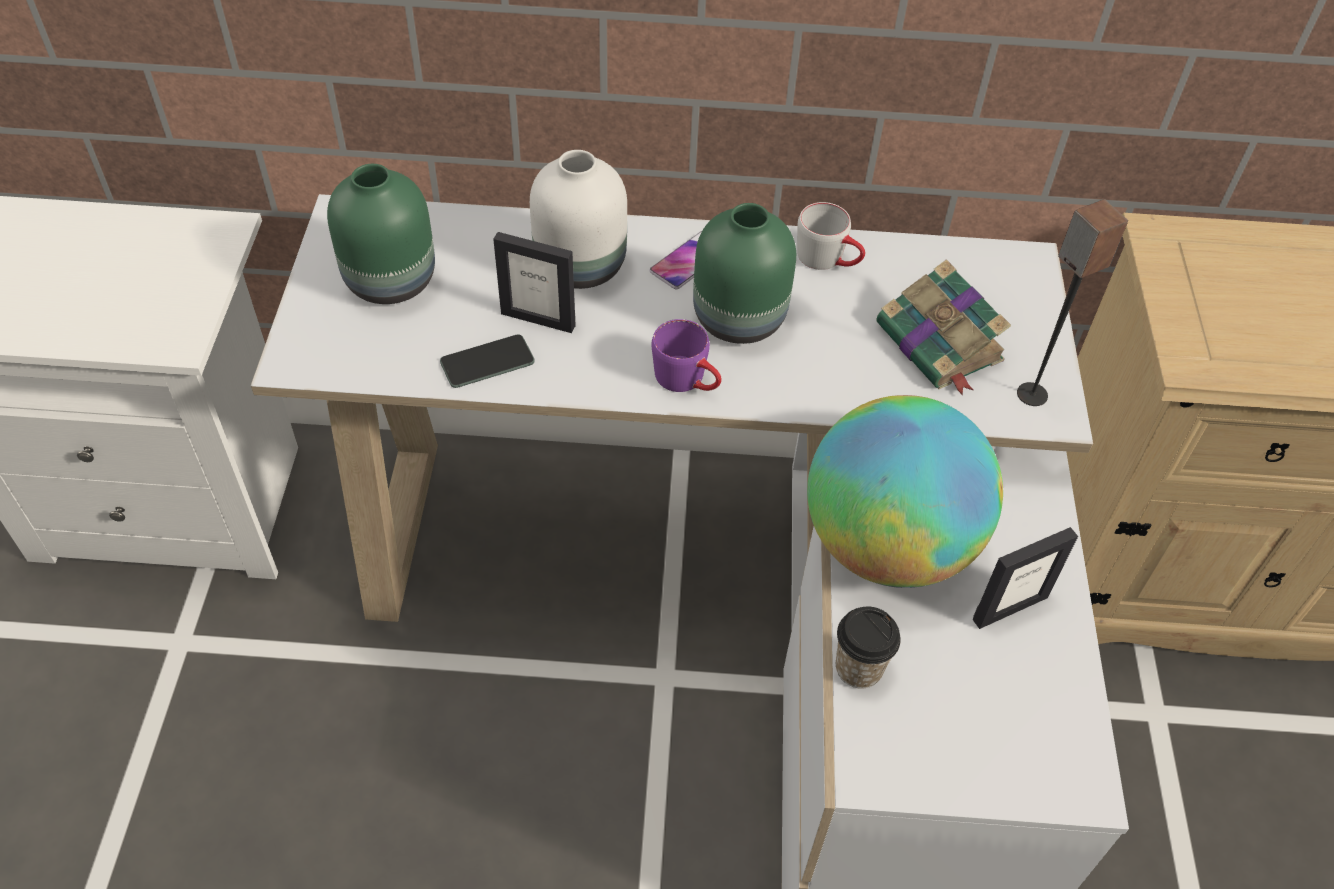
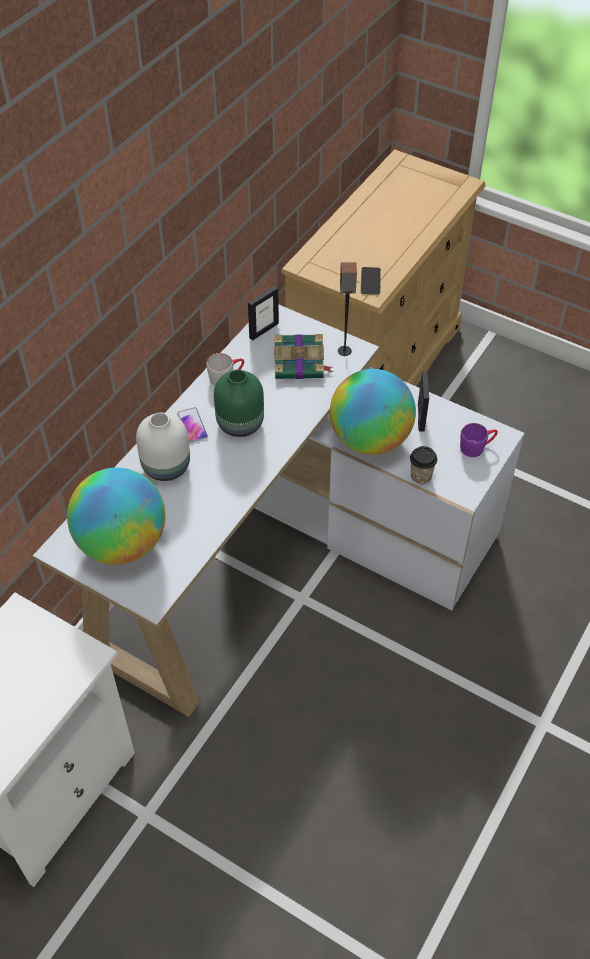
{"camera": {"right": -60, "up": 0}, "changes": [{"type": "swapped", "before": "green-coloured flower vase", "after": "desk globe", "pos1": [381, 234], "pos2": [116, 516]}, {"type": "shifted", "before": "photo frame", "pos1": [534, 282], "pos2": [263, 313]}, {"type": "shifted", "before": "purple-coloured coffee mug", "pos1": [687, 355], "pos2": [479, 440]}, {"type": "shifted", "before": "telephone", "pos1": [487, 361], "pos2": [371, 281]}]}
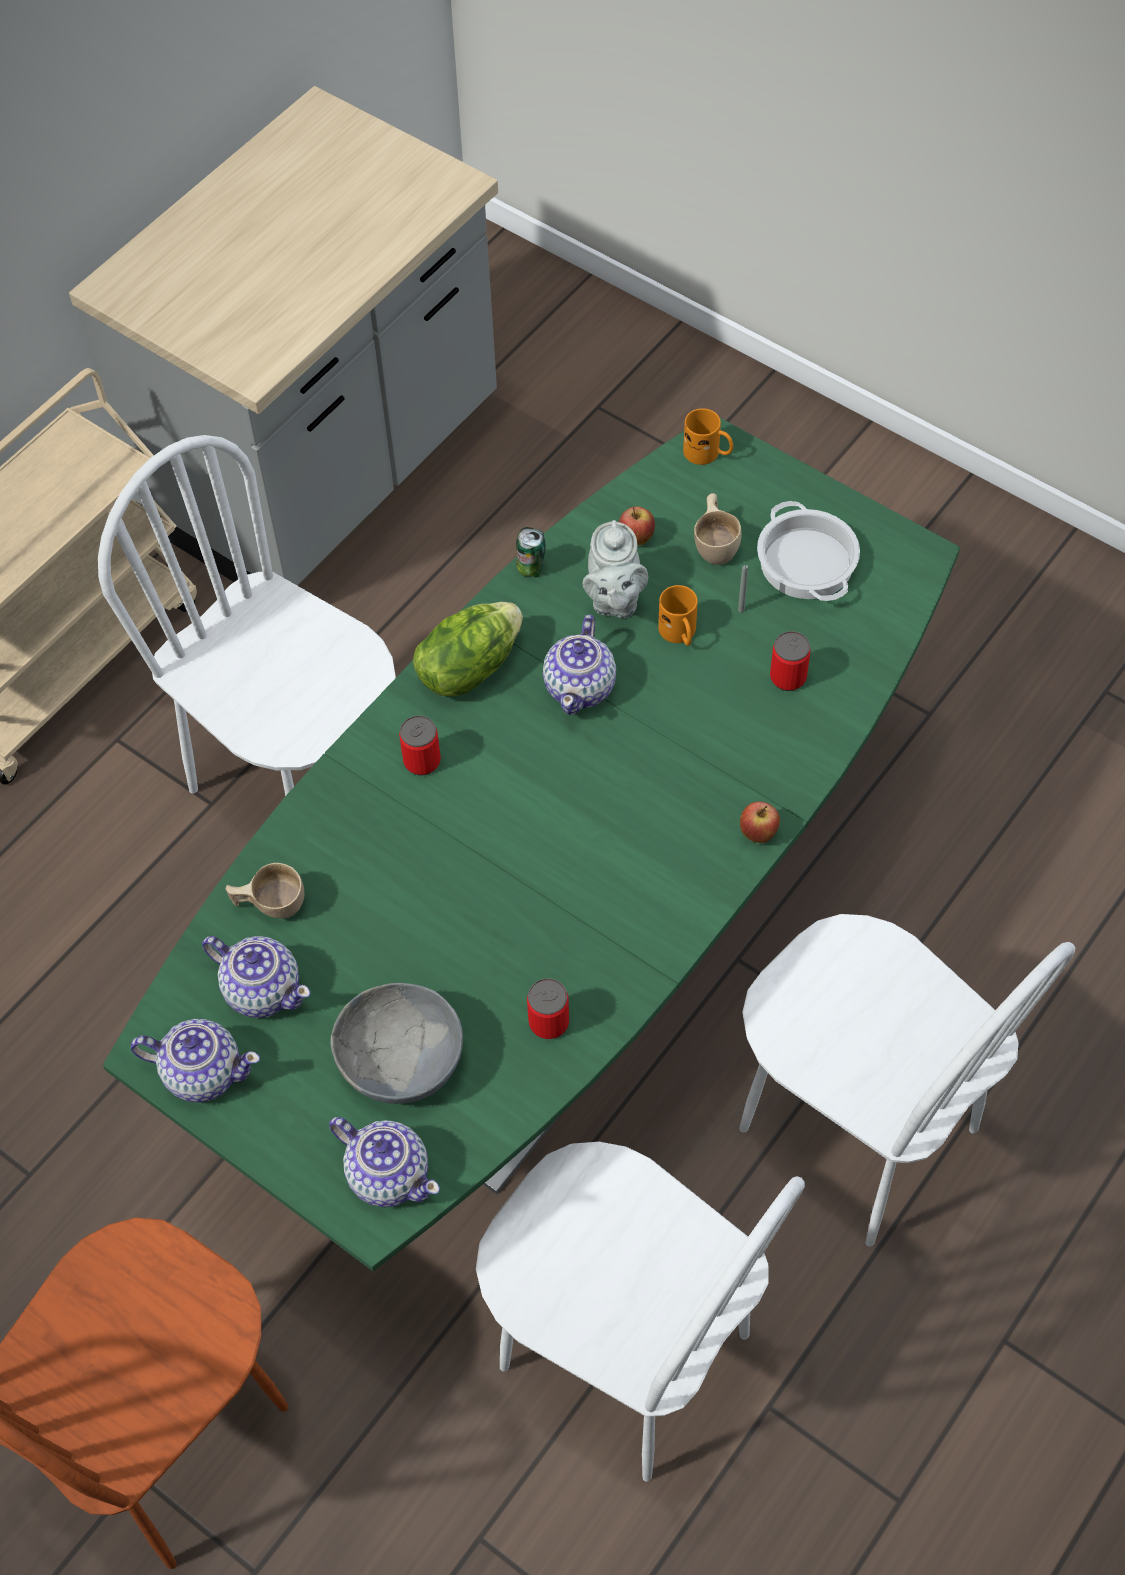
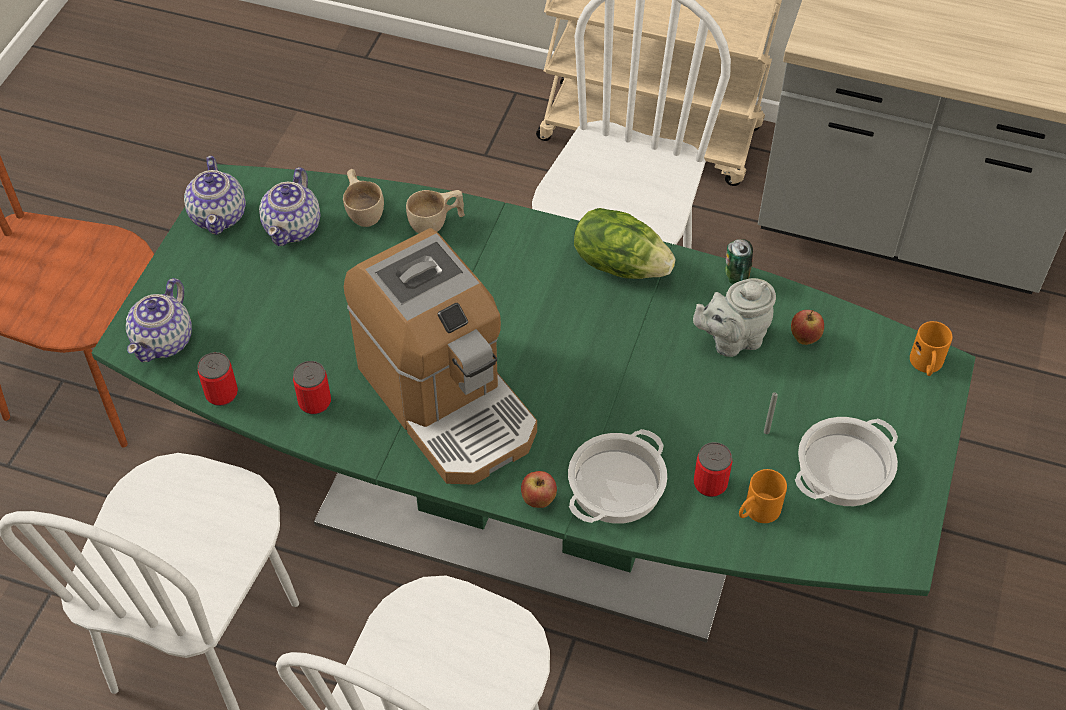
{"camera": {"right": 70, "up": -5}, "changes": [{"type": "shifted", "before": "beige-coloured small cup", "pos1": [718, 529], "pos2": [435, 212]}, {"type": "shifted", "before": "orange coffee mug", "pos1": [678, 615], "pos2": [763, 496]}, {"type": "gone", "before": "pot for tea", "pos1": [579, 664]}, {"type": "shifted", "before": "sealed can", "pos1": [420, 745], "pos2": [218, 379]}, {"type": "gone", "before": "grey serving bowl", "pos1": [396, 1043]}, {"type": "new", "after": "coffee brewer", "pos2": [440, 356]}, {"type": "new", "after": "stockpot", "pos2": [617, 476]}]}
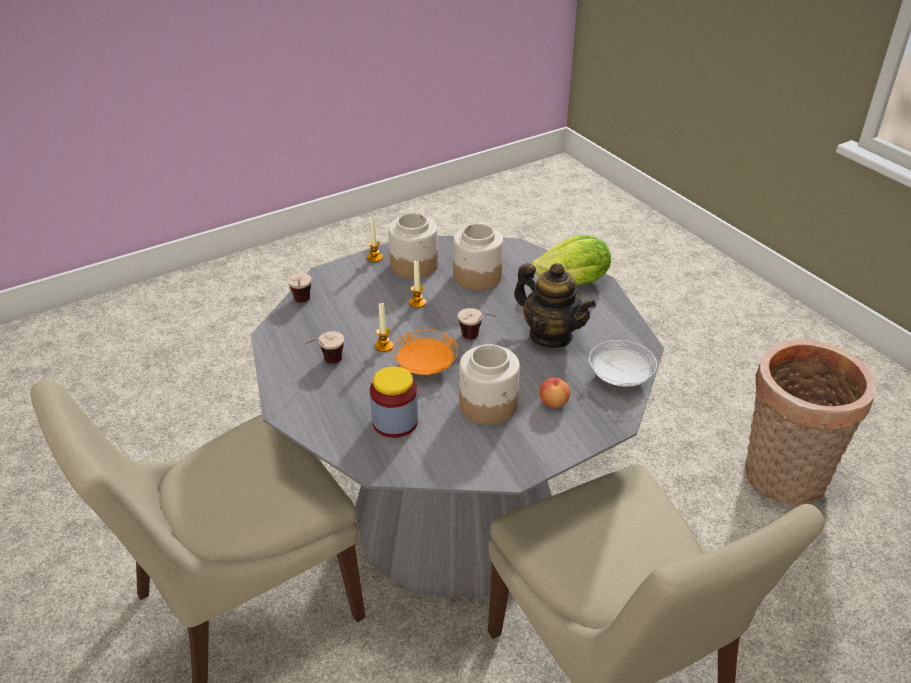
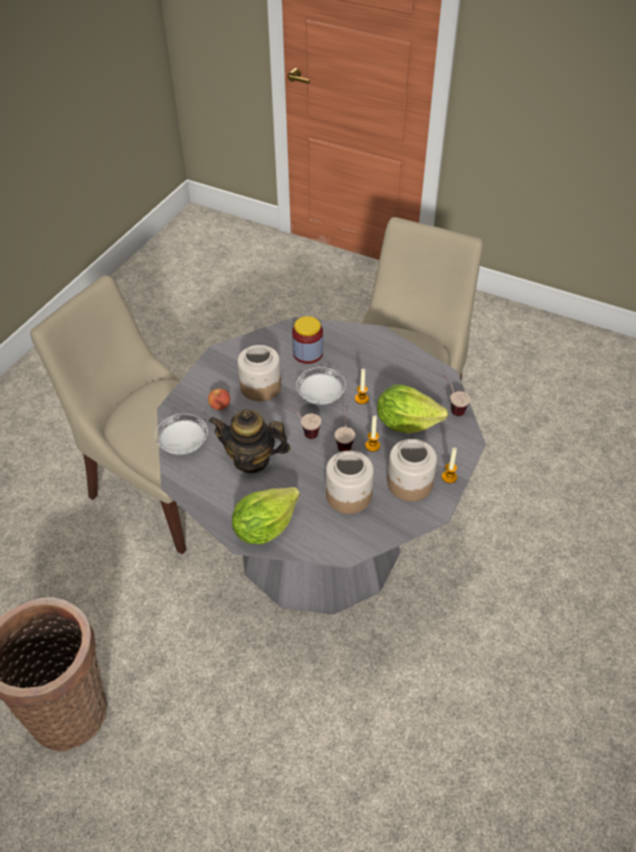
{"camera": {"right": 150, "up": 10}, "changes": [{"type": "repainted", "before": "orange flat dish", "after": "whitish flat dish", "pos1": [425, 352], "pos2": [321, 386]}, {"type": "shifted", "before": "small cup", "pos1": [324, 347], "pos2": [345, 428]}, {"type": "new", "after": "lettuce", "pos2": [412, 409]}]}
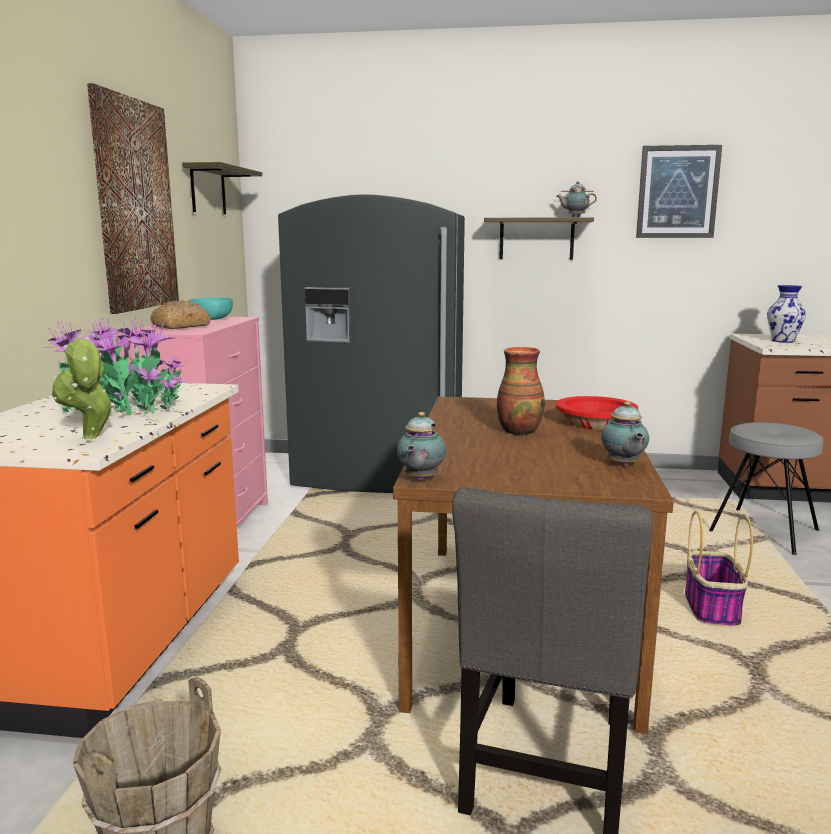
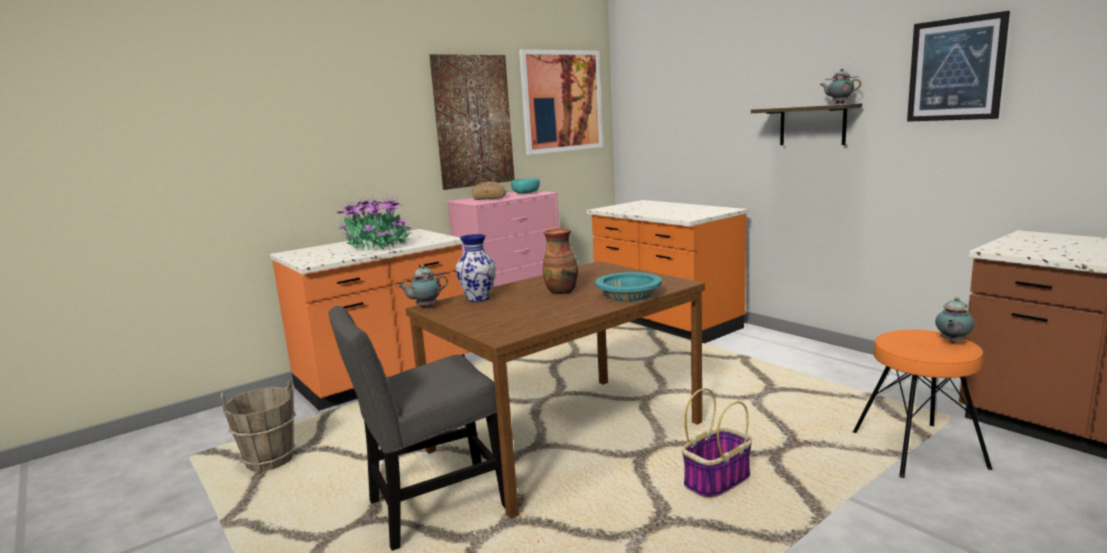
{"camera": {"right": 45, "up": 0}, "changes": [{"type": "swapped", "before": "wall shelf", "after": "wall art", "pos1": [222, 188], "pos2": [561, 102]}, {"type": "swapped", "before": "grey fridge", "after": "orange kitchen base unit", "pos1": [371, 343], "pos2": [667, 271]}, {"type": "shifted", "before": "flower vase", "pos1": [786, 314], "pos2": [475, 268]}, {"type": "gone", "before": "plant in a pot", "pos1": [83, 387]}, {"type": "repainted", "before": "red-coloured serving bowl", "after": "turquoise serving bowl", "pos1": [597, 413], "pos2": [628, 286]}, {"type": "shifted", "before": "pot for tea", "pos1": [625, 433], "pos2": [955, 320]}, {"type": "repainted", "before": "grey sitting stool", "after": "orange sitting stool", "pos1": [766, 488], "pos2": [922, 403]}]}
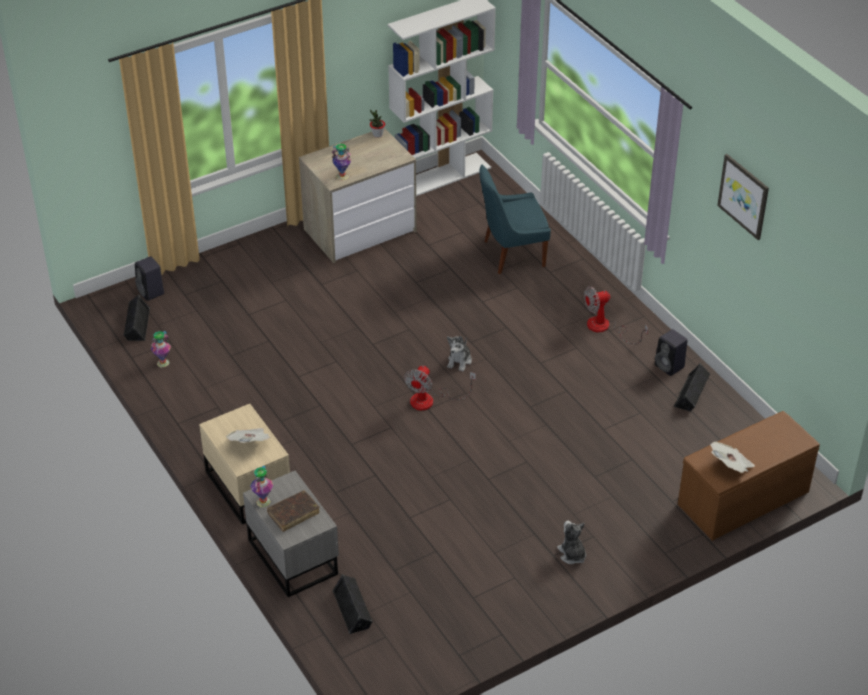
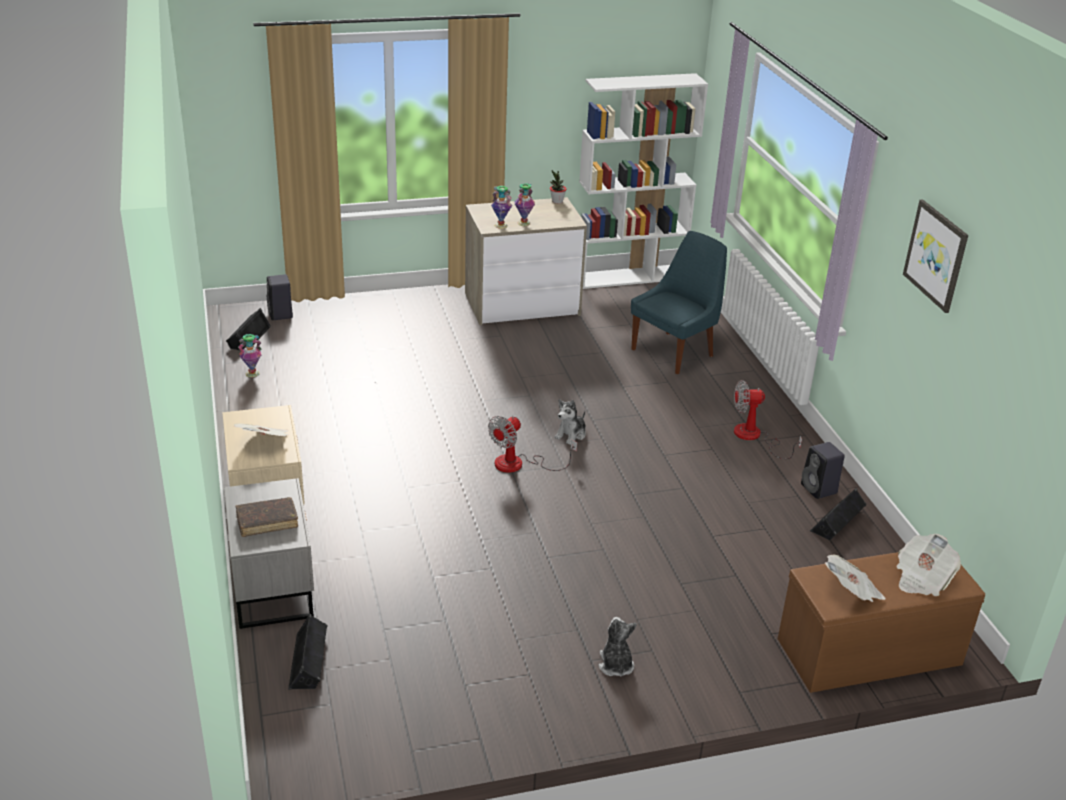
{"camera": {"right": 15, "up": -10}, "changes": [{"type": "rotated", "before": "bluish upright chair", "pos1": [515, 219], "pos2": [679, 302], "turn": 135}, {"type": "shifted", "before": "flower vase", "pos1": [261, 486], "pos2": [525, 204]}, {"type": "new", "after": "newspaper", "pos2": [928, 565]}]}
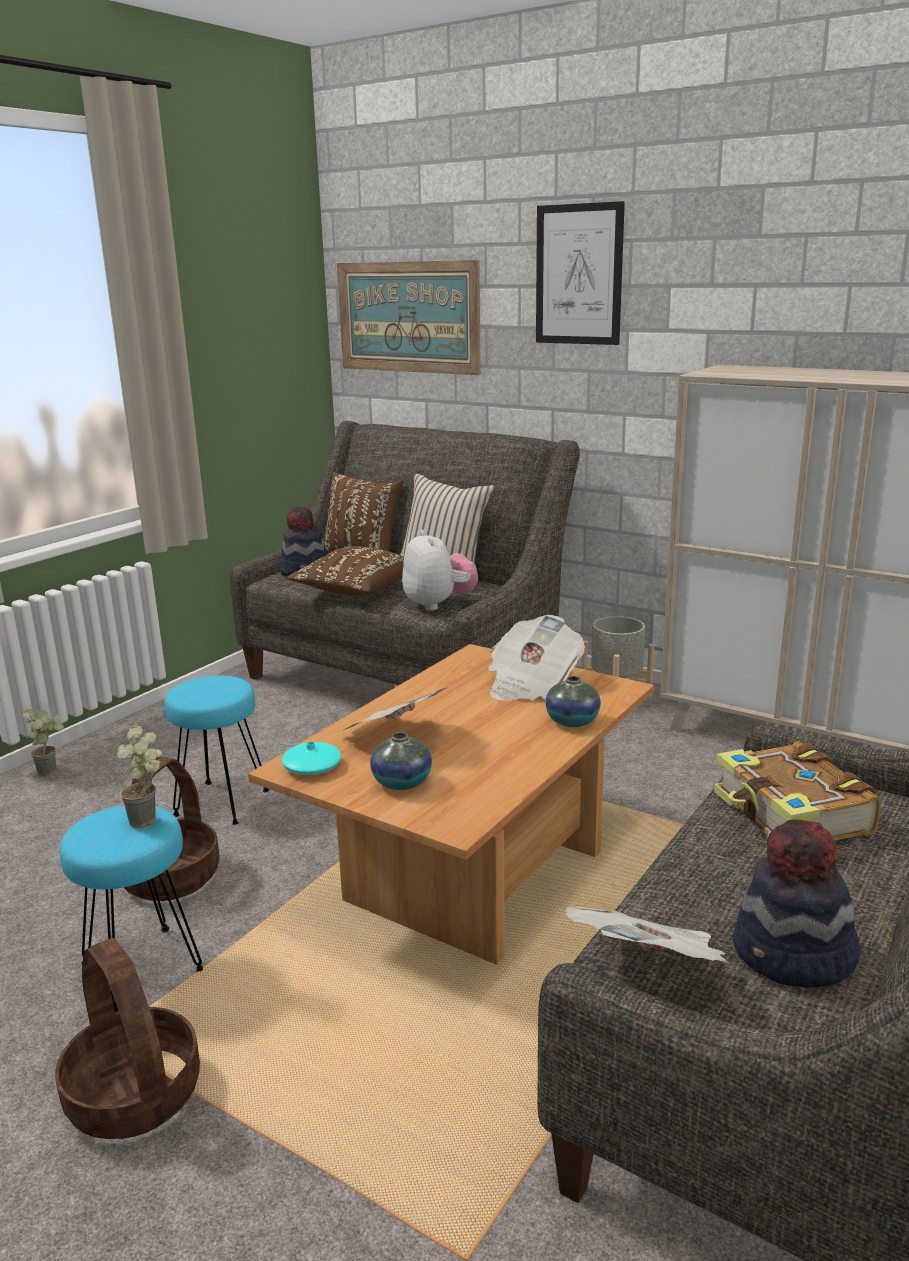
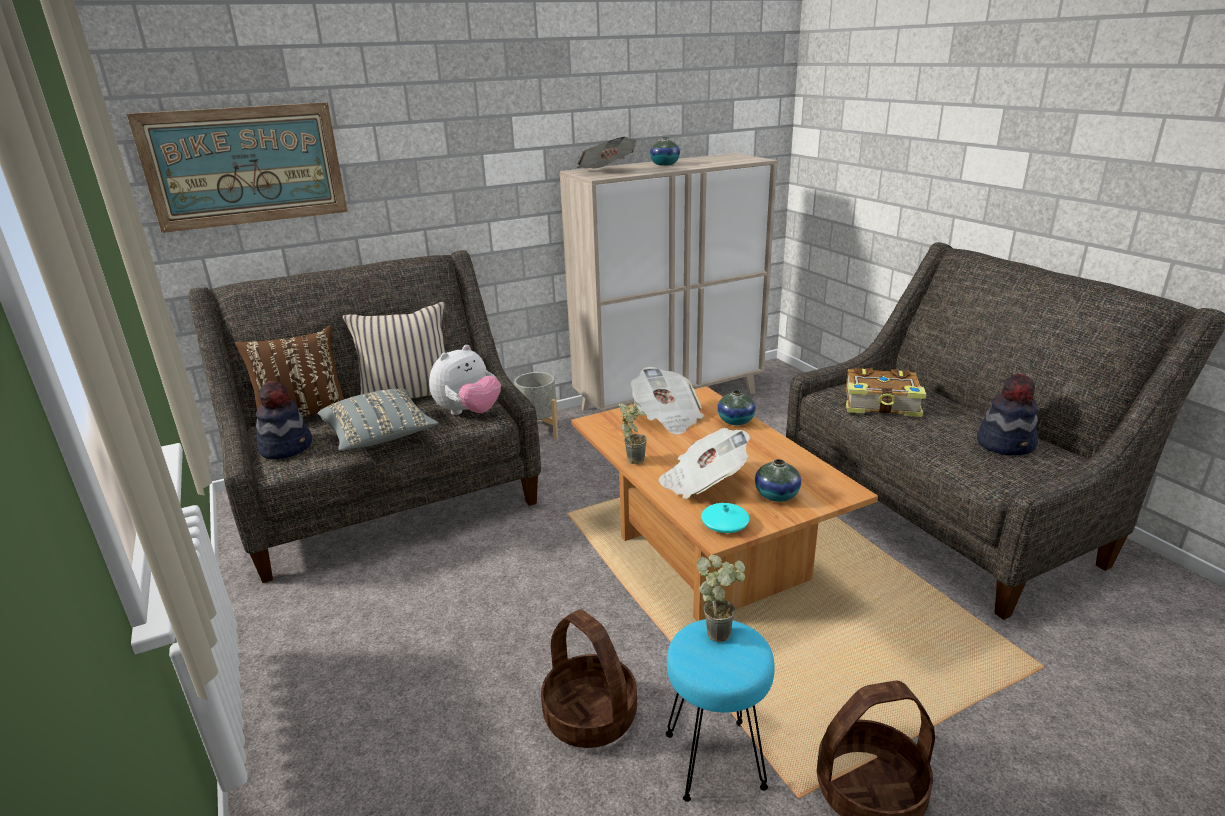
{"camera": {"right": -60, "up": 5}, "changes": [{"type": "gone", "before": "wall art", "pos1": [580, 273]}, {"type": "rotated", "before": "cuddly toy", "pos1": [440, 570], "pos2": [465, 380], "turn": 120}, {"type": "repainted", "before": "brown-coloured pillow", "after": "grey pillow", "pos1": [345, 570], "pos2": [378, 420]}, {"type": "gone", "before": "turquoise sitting stool", "pos1": [217, 750]}, {"type": "shifted", "before": "plant in a pot", "pos1": [43, 743], "pos2": [633, 432]}, {"type": "shifted", "before": "newspaper", "pos1": [646, 934], "pos2": [606, 153]}, {"type": "new", "after": "flower vase", "pos2": [665, 151]}]}
